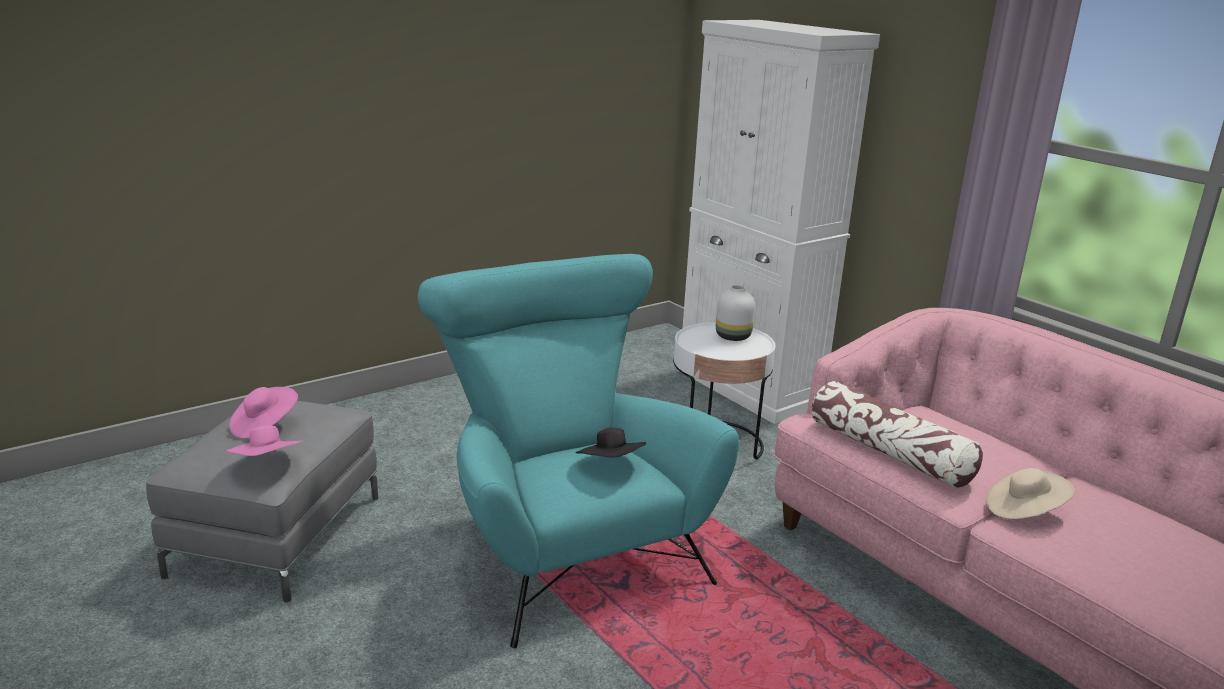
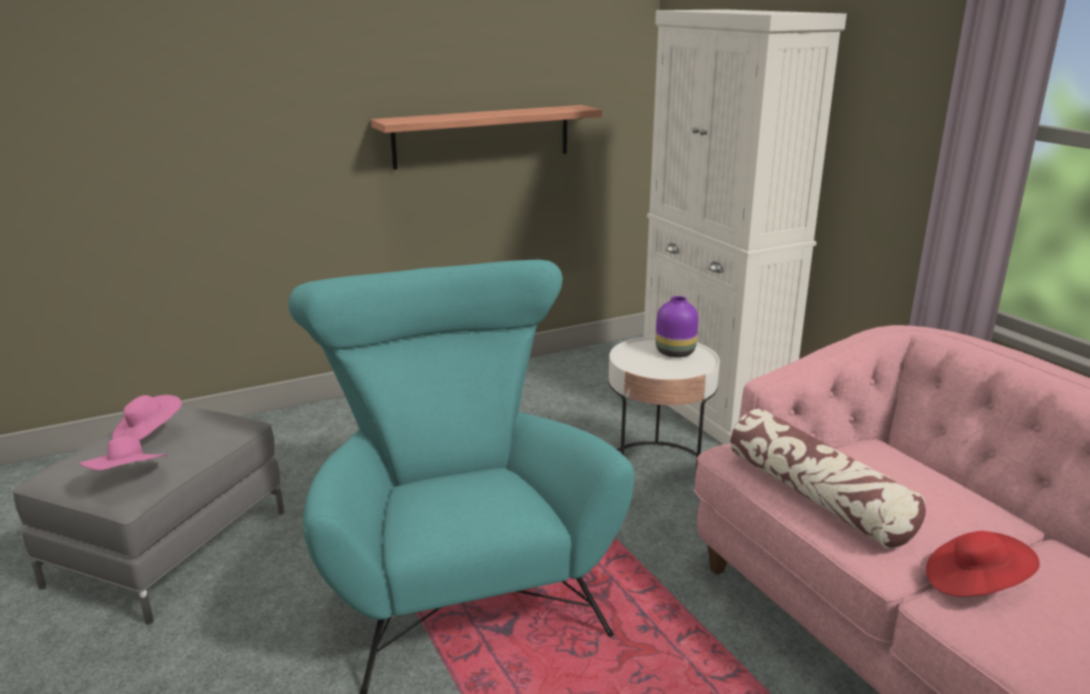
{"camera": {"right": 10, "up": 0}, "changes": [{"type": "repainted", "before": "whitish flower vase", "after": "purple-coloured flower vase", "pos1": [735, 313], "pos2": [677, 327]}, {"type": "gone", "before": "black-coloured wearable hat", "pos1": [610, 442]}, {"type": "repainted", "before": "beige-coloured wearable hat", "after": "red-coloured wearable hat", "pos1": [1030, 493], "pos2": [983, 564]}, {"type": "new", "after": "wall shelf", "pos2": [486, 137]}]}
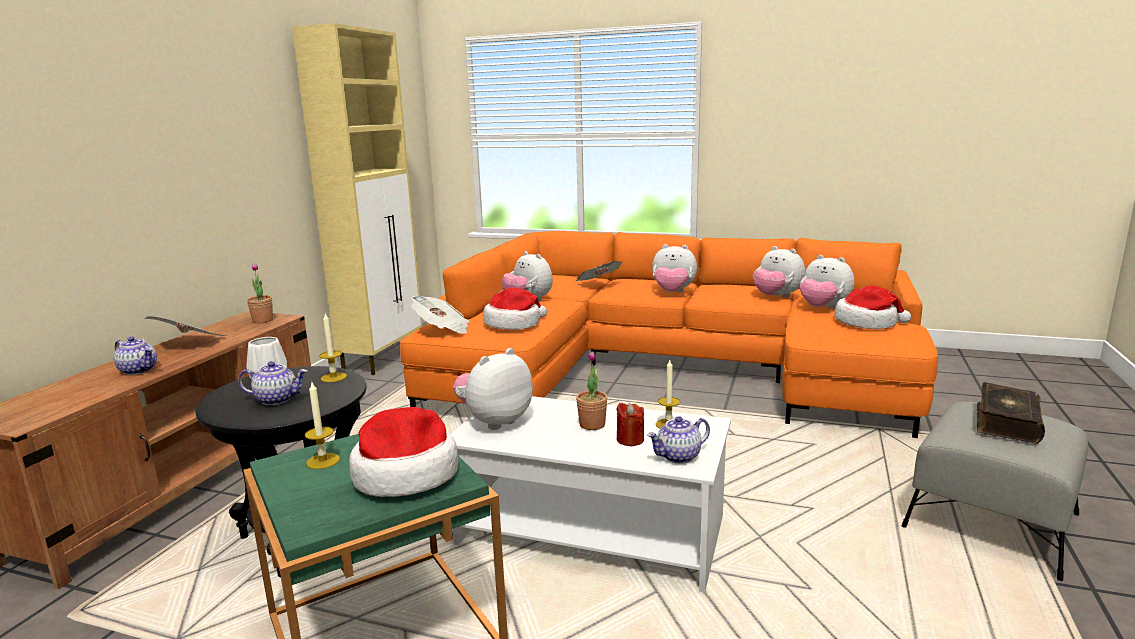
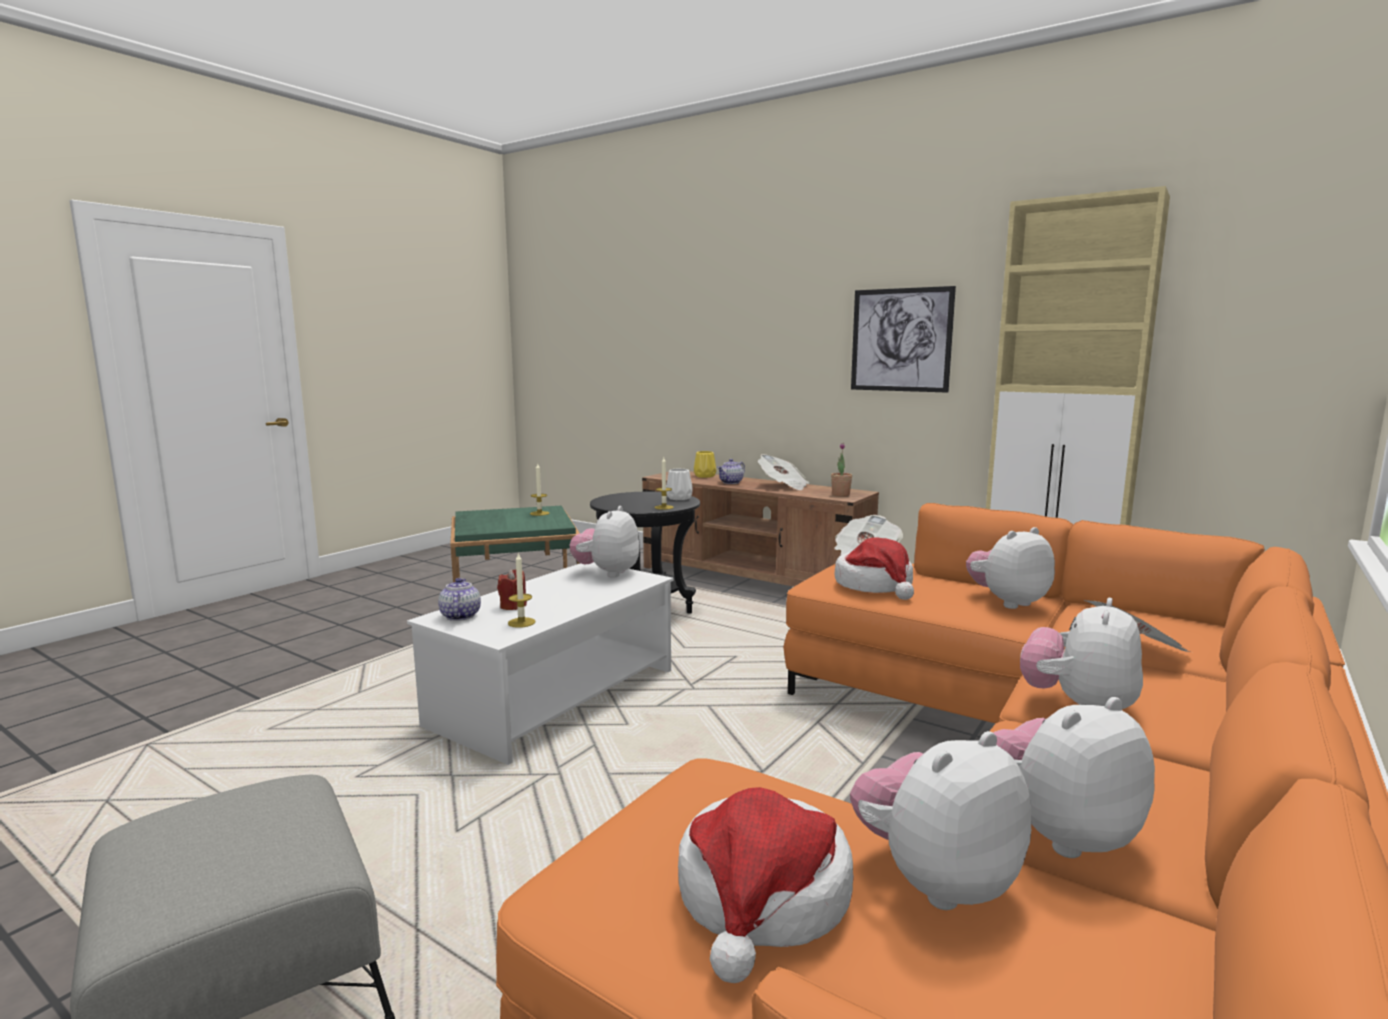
{"camera": {"right": 105, "up": -5}, "changes": [{"type": "rotated", "before": "cuddly toy", "pos1": [493, 389], "pos2": [604, 542], "turn": -135}, {"type": "gone", "before": "plant in a pot", "pos1": [592, 390]}, {"type": "gone", "before": "pot for tea", "pos1": [272, 383]}, {"type": "gone", "before": "bound book", "pos1": [1011, 413]}, {"type": "gone", "before": "wearable hat", "pos1": [404, 452]}, {"type": "new", "after": "wall art", "pos2": [903, 339]}, {"type": "new", "after": "yellowish flower vase", "pos2": [705, 464]}]}
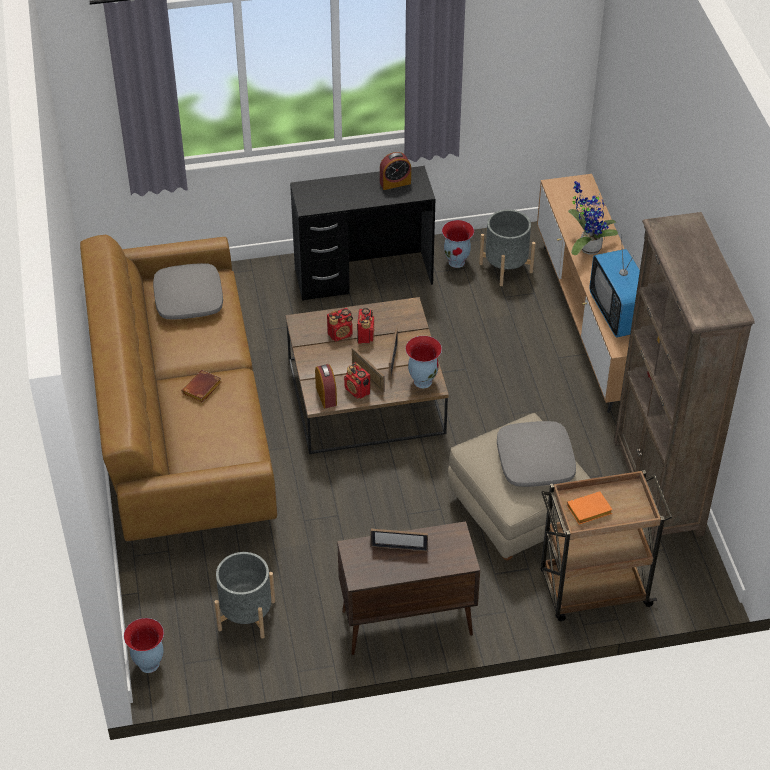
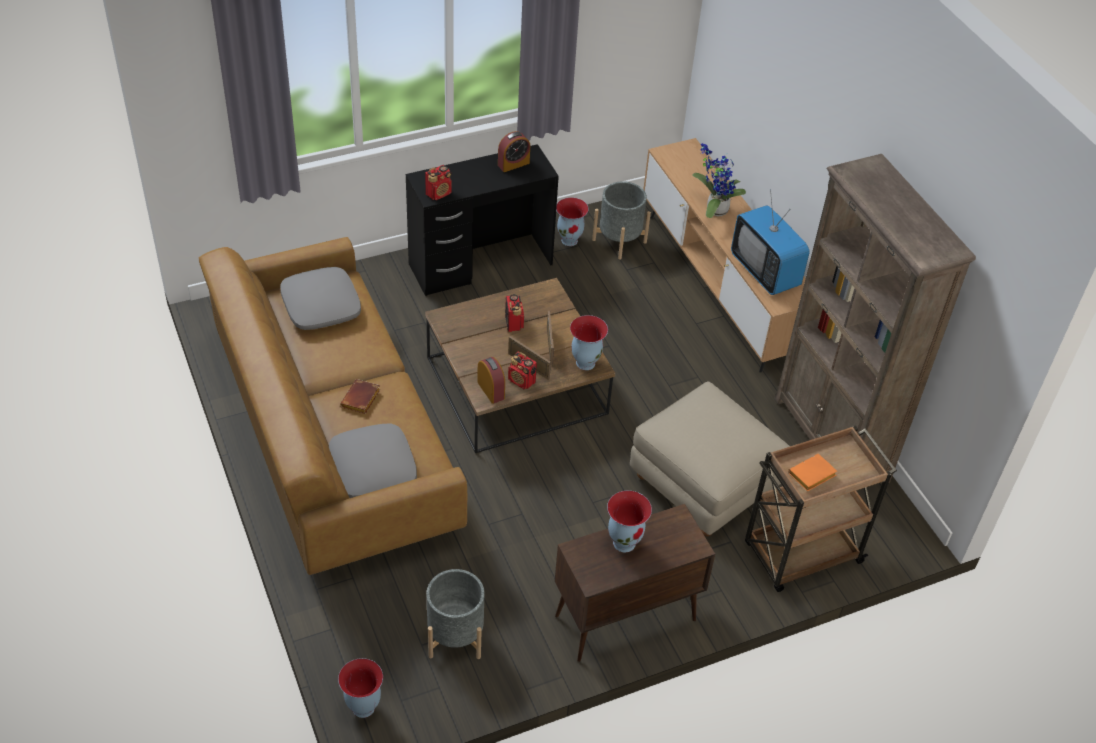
{"camera": {"right": -15, "up": 0}, "changes": [{"type": "shifted", "before": "radio set", "pos1": [340, 324], "pos2": [438, 182]}, {"type": "shifted", "before": "grey pillow", "pos1": [536, 454], "pos2": [373, 460]}, {"type": "swapped", "before": "photo frame", "after": "flower vase", "pos1": [399, 540], "pos2": [629, 521]}]}
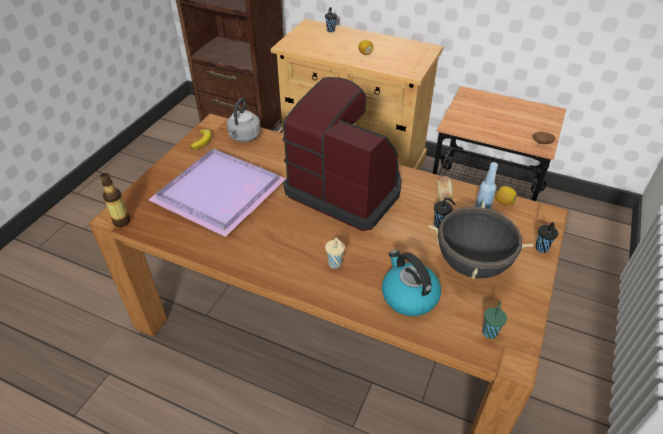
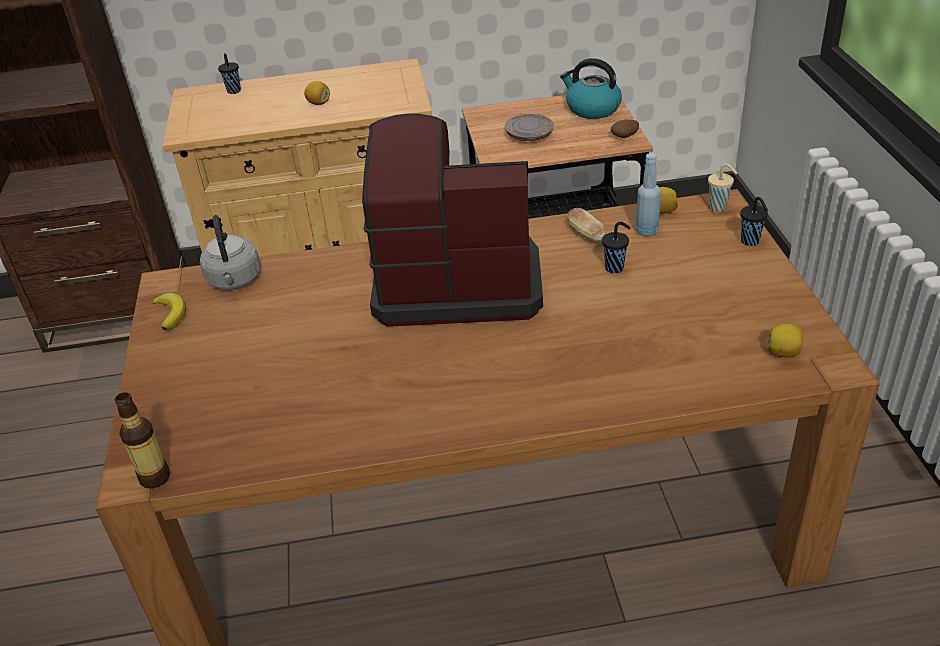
{"camera": {"right": -30, "up": -5}, "changes": [{"type": "gone", "before": "purple-coloured tray", "pos1": [217, 193]}, {"type": "gone", "before": "black-coloured stockpot", "pos1": [481, 240]}, {"type": "shifted", "before": "beige-coloured small cup", "pos1": [335, 253], "pos2": [722, 187]}, {"type": "shifted", "before": "water kettle", "pos1": [411, 283], "pos2": [591, 88]}, {"type": "swapped", "before": "green-coloured small cup", "after": "lemon", "pos1": [494, 320], "pos2": [784, 340]}, {"type": "new", "after": "grey flat dish", "pos2": [529, 127]}]}
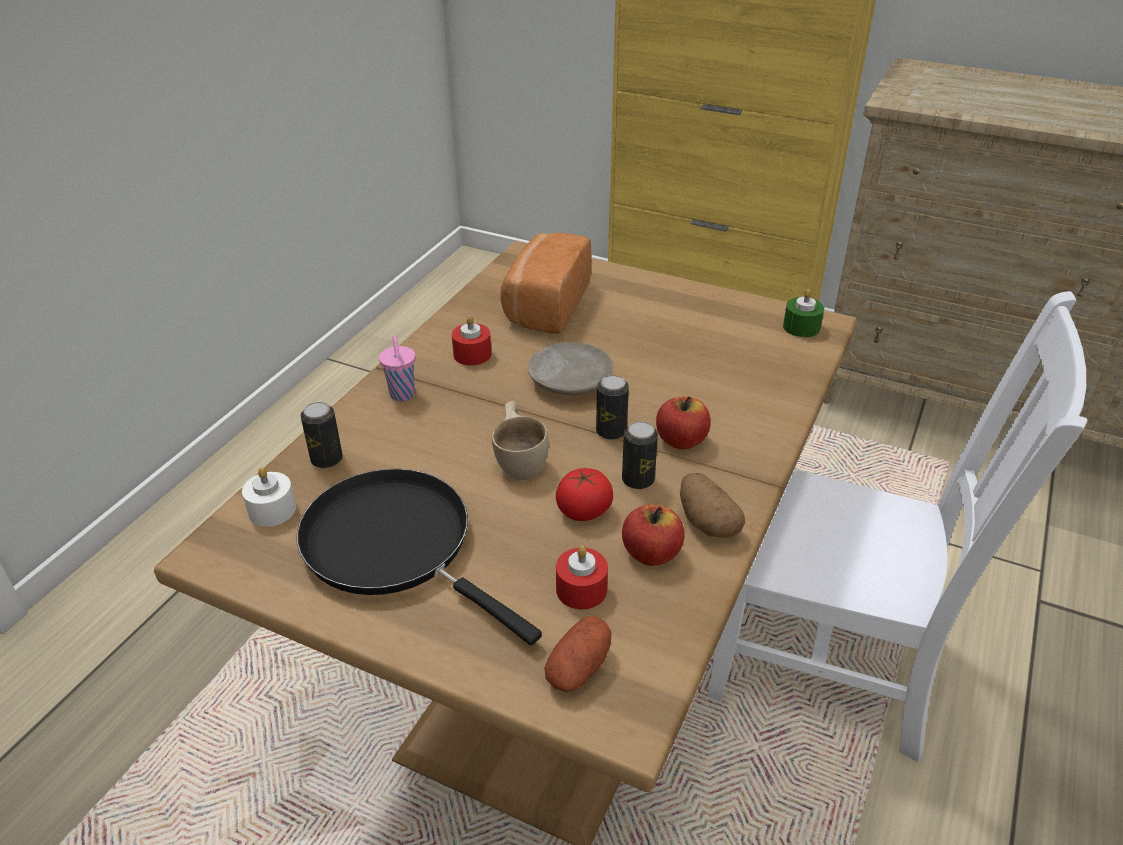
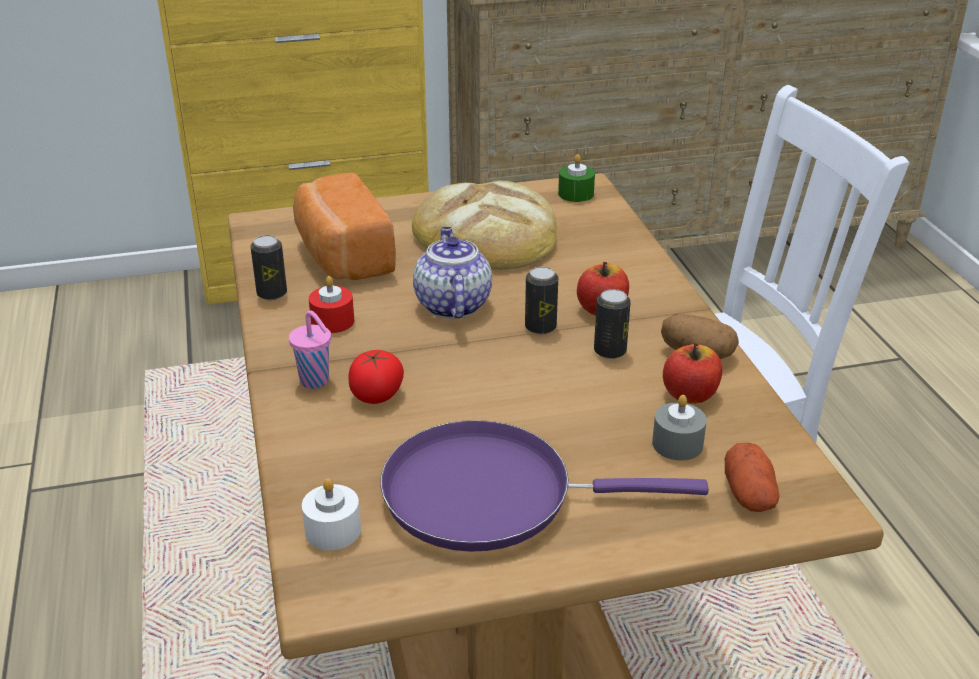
{"camera": {"right": -40, "up": -5}, "changes": [{"type": "swapped", "before": "beige-coloured flat dish", "after": "pot for tea", "pos1": [570, 368], "pos2": [452, 273]}, {"type": "gone", "before": "beige-coloured small cup", "pos1": [520, 440]}, {"type": "shifted", "before": "sealed can", "pos1": [322, 435], "pos2": [268, 267]}, {"type": "shifted", "before": "tomato", "pos1": [584, 494], "pos2": [376, 377]}, {"type": "repainted", "before": "black-coloured skillet", "after": "purple-coloured skillet", "pos1": [419, 557], "pos2": [544, 486]}, {"type": "repainted", "before": "red-coloured wax light", "after": "grey wax light", "pos1": [582, 578], "pos2": [679, 428]}, {"type": "new", "after": "baked bread", "pos2": [484, 225]}]}
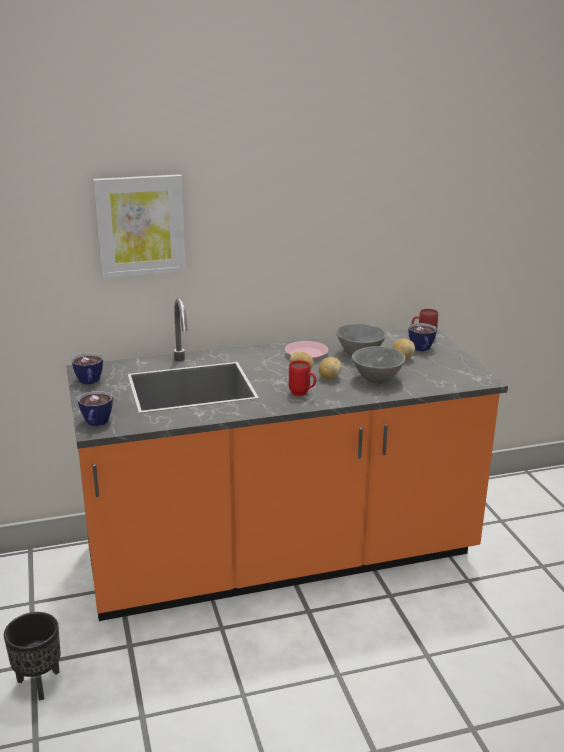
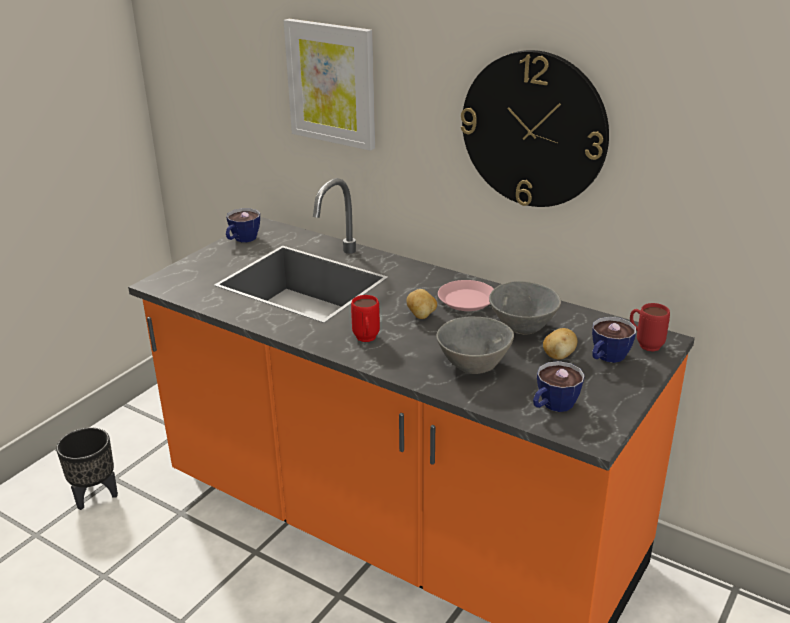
{"camera": {"right": 50, "up": 5}, "changes": [{"type": "gone", "before": "potato", "pos1": [330, 368]}, {"type": "shifted", "before": "small cup", "pos1": [95, 408], "pos2": [559, 386]}, {"type": "new", "after": "clock on the wall", "pos2": [535, 128]}]}
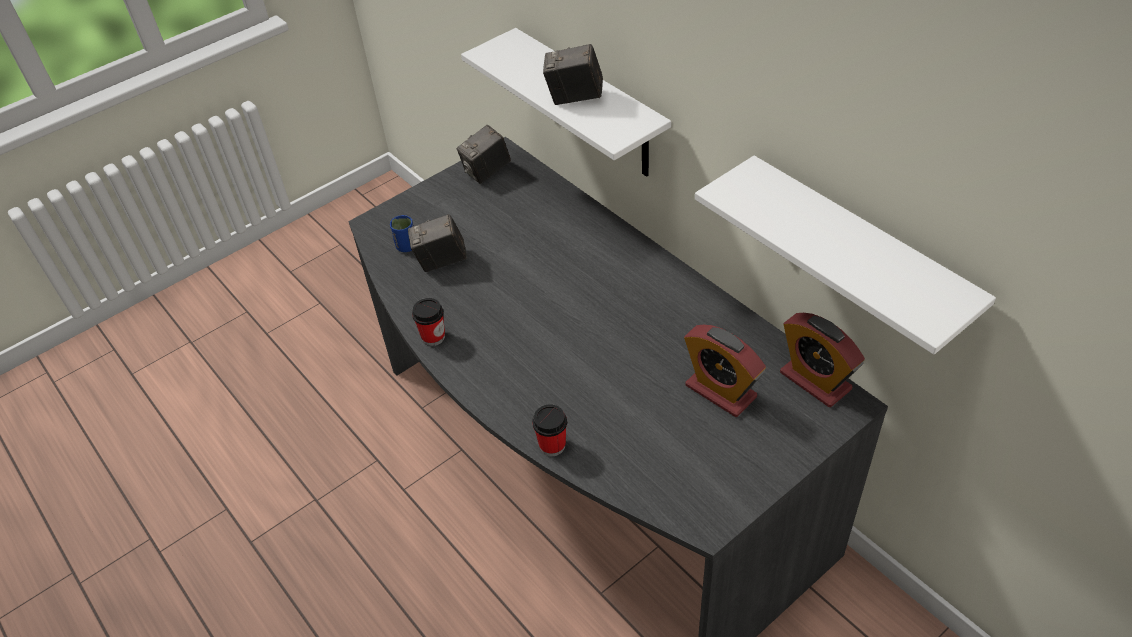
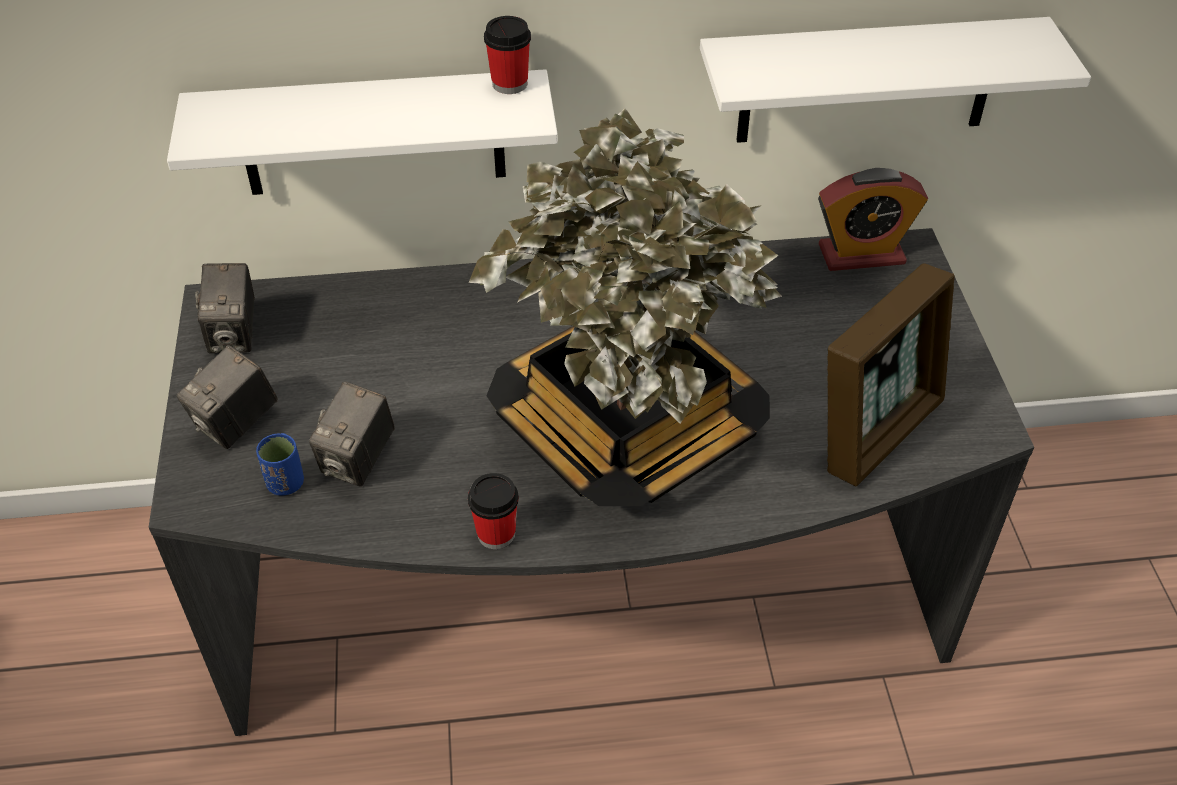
{"camera": {"right": -60, "up": 0}, "changes": [{"type": "shifted", "before": "photo camera", "pos1": [573, 74], "pos2": [227, 397]}, {"type": "gone", "before": "table clock", "pos1": [725, 371]}, {"type": "shifted", "before": "small cup", "pos1": [549, 430], "pos2": [507, 55]}, {"type": "new", "after": "plant in a pot", "pos2": [625, 307]}, {"type": "new", "after": "photo frame", "pos2": [891, 375]}]}
